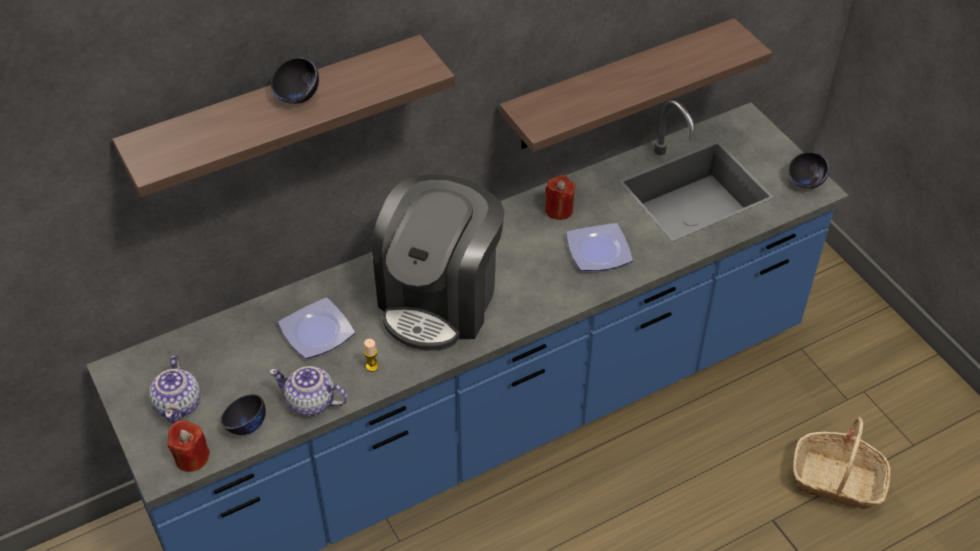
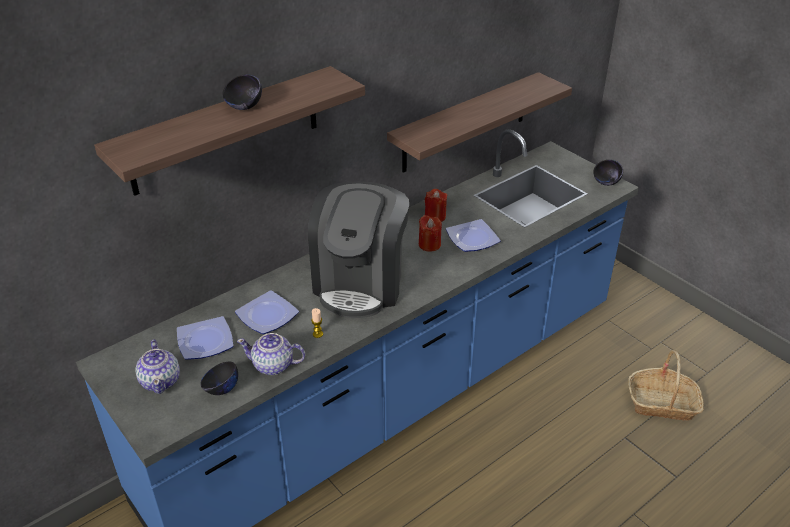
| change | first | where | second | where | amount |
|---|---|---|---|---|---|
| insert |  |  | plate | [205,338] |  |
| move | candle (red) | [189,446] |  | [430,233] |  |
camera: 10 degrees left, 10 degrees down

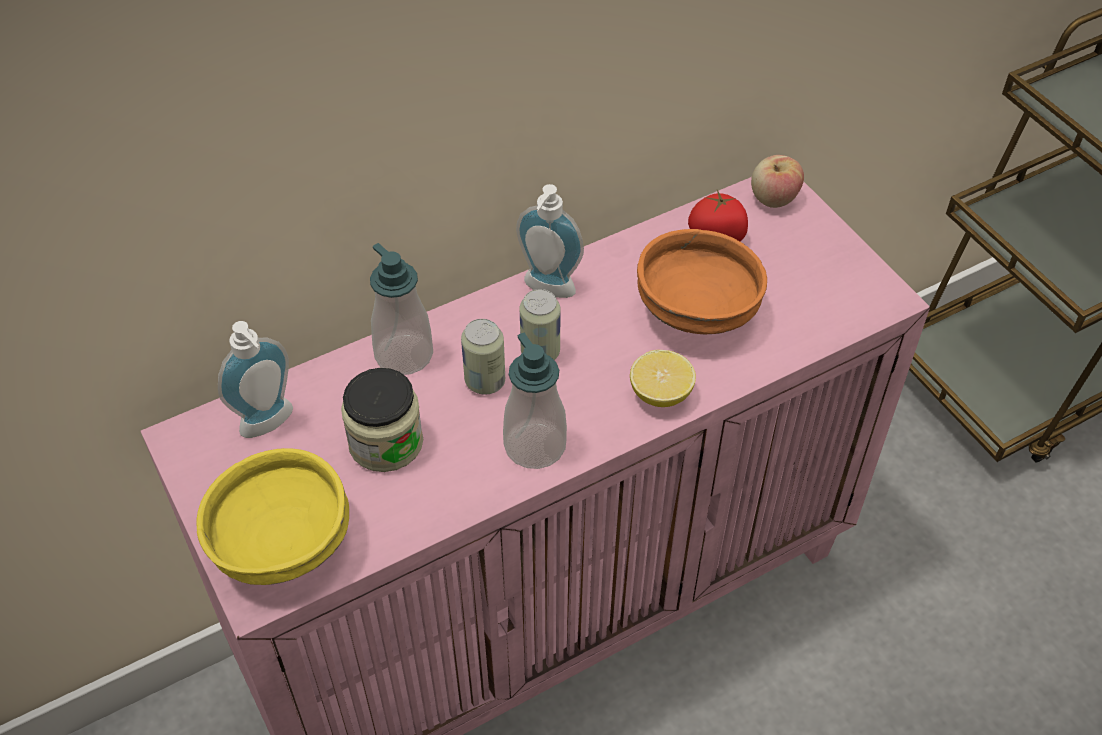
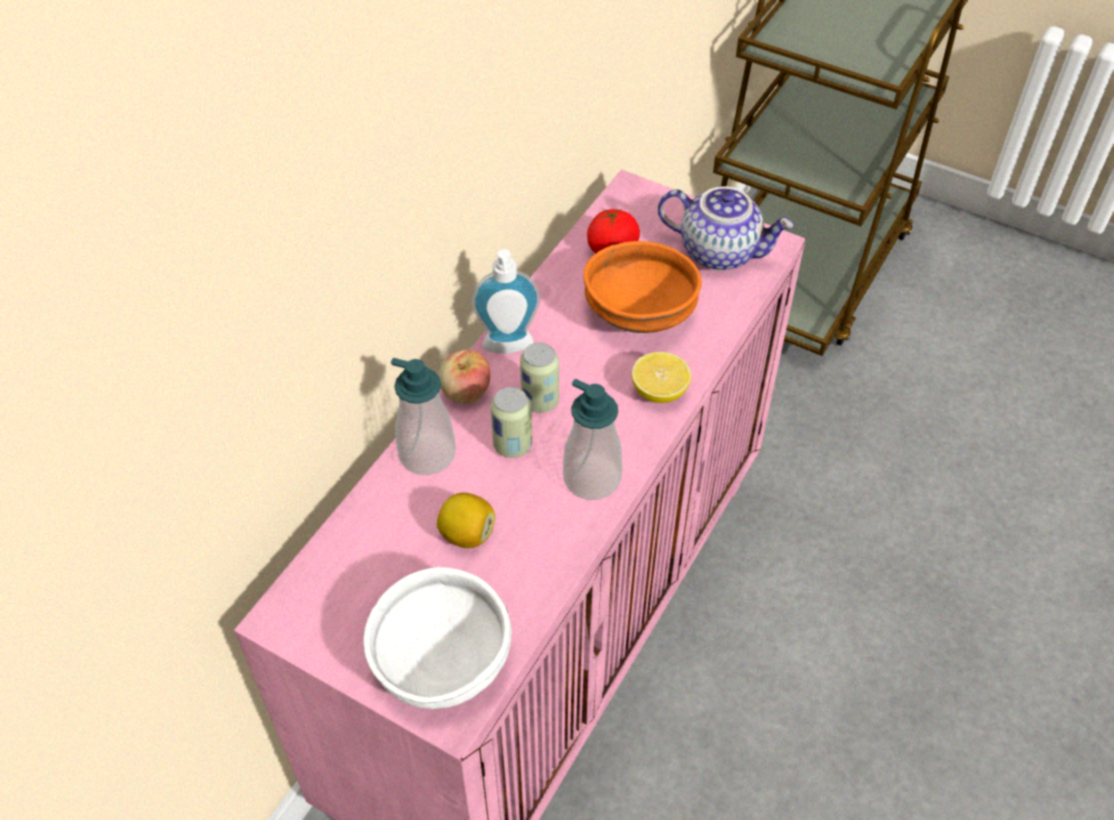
| change | first | where | second | where | amount |
|---|---|---|---|---|---|
| recolor | bowl (yellow) | [272,516] | bowl (white) | [437,638] |  |
| replace | jar | [382,420] | lemon | [466,520] |  |
| move | apple | [777,181] |  | [464,376] |  |
| insert |  |  | teapot | [726,228] |  |
| delete | soap dispenser | [255,379] |  |  |  |
camera: 30 degrees left, 0 degrees up

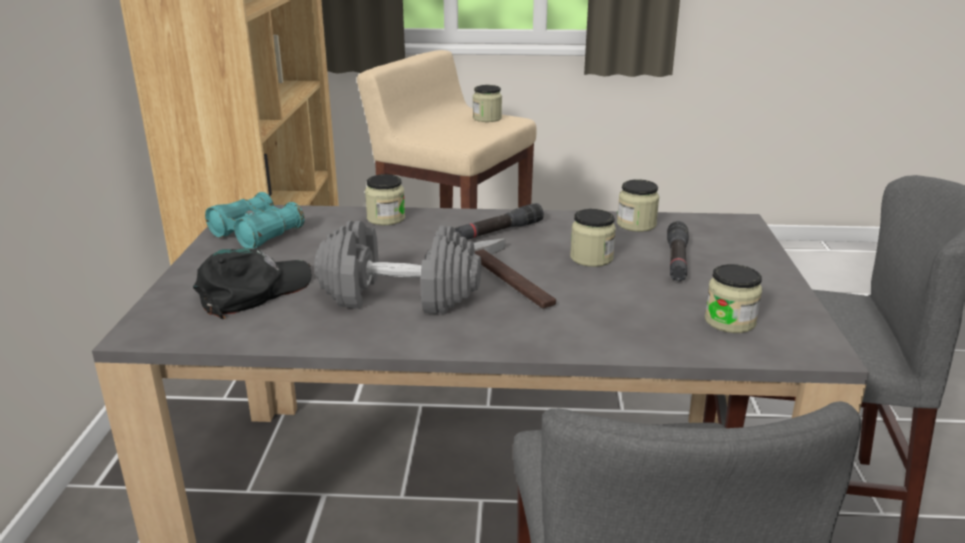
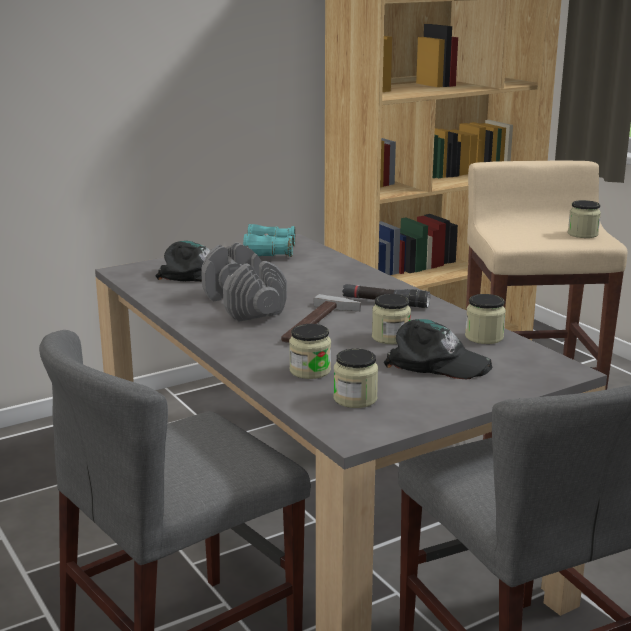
| change | first | where | second | where | amount |
|---|---|---|---|---|---|
| move | jar | [385,199] |  | [310,351] |  |
| replace | flashlight (black) | [678,251] | cap (black) | [438,349] |  |
camera: 55 degrees right, 5 degrees down

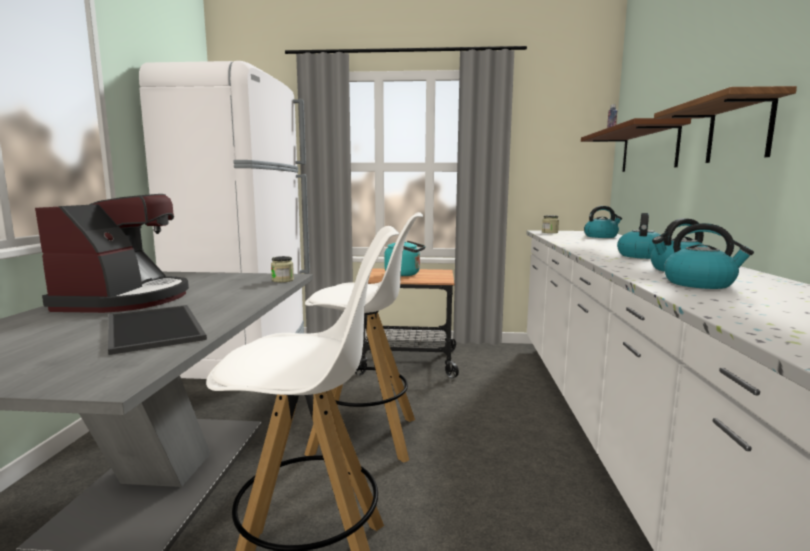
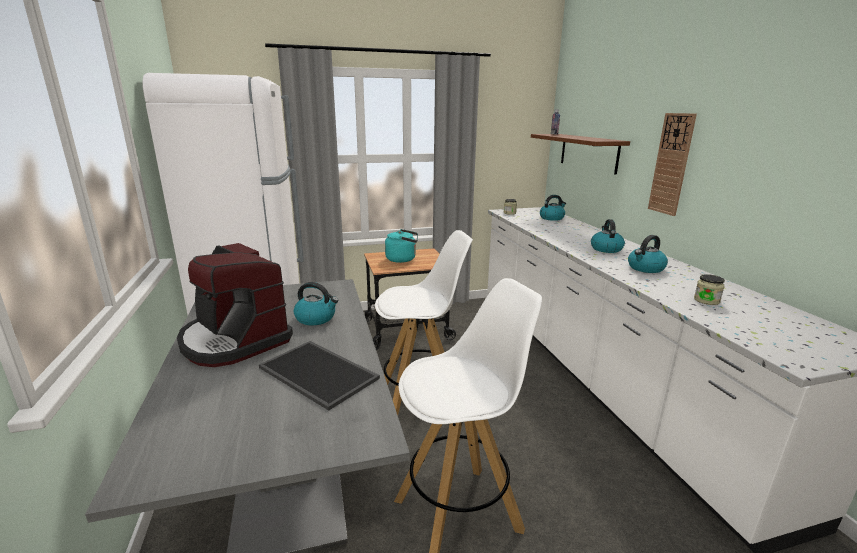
| change | first | where | second | where | amount |
|---|---|---|---|---|---|
| rotate | coffee machine | [112,253] |  | [235,305] | 150 degrees clockwise |
| move | kettle | [709,256] |  | [316,304] |  |
| replace | shelf | [725,124] | wall clock | [672,164] |  |
| move | jar | [282,269] |  | [709,289] |  |
camera: 20 degrees left, 10 degrees up

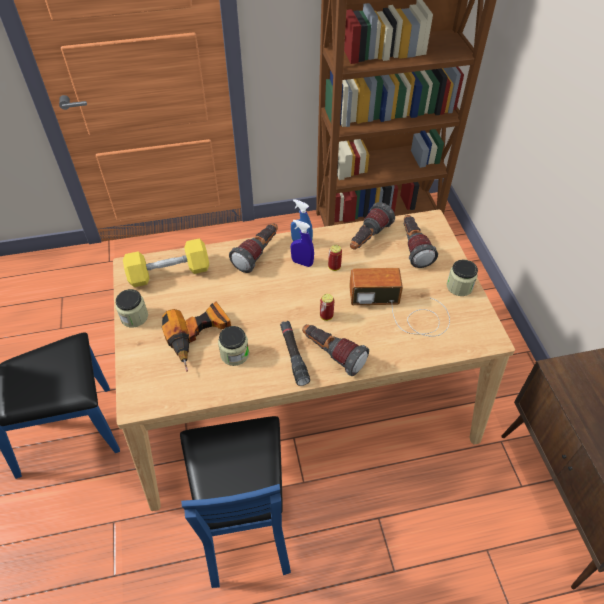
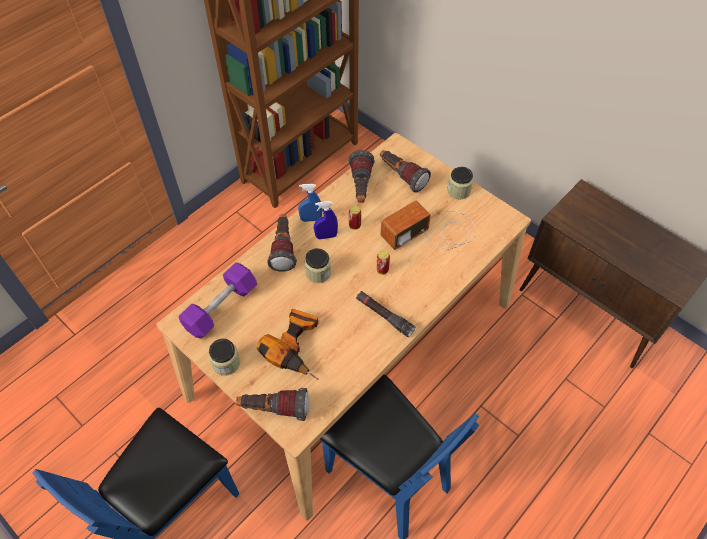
| change | first | where | second | where | amount |
|---|---|---|---|---|---|
| recolor | dumbbell (yellow) | [166,262] | dumbbell (purple) | [218,300] |  |
| move | flashlight | [335,350] |  | [272,404] |  |
| move | jar | [233,346] |  | [317,265] |  |
camera: 35 degrees left, 5 degrees up

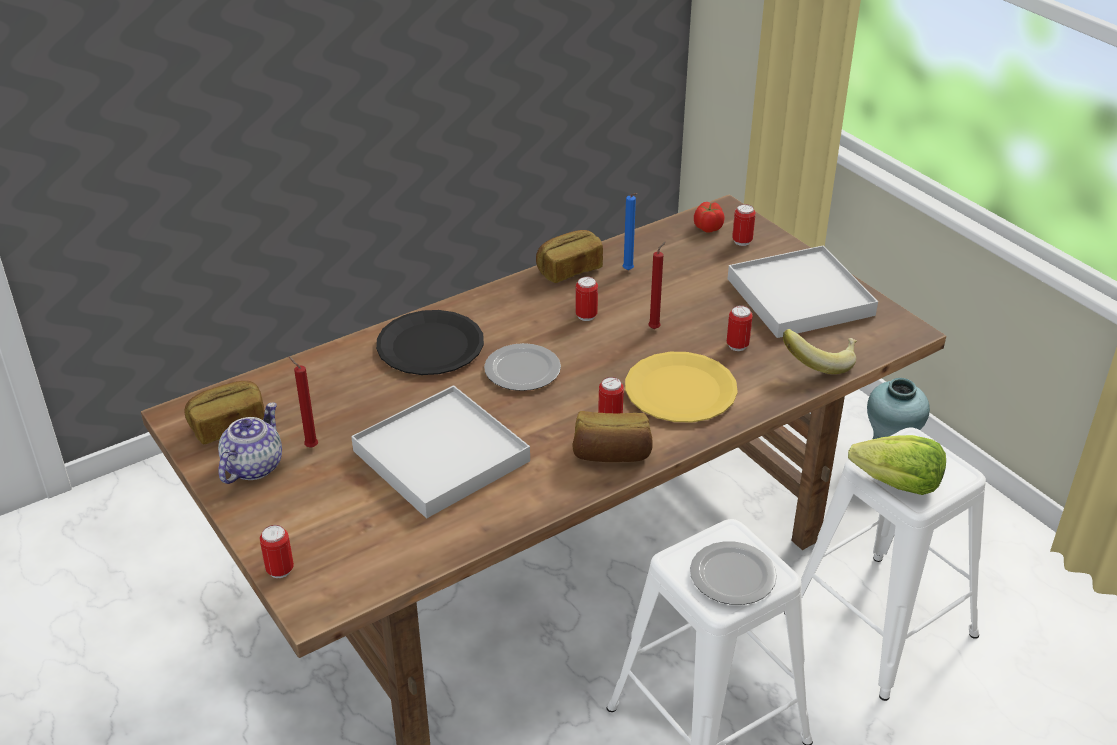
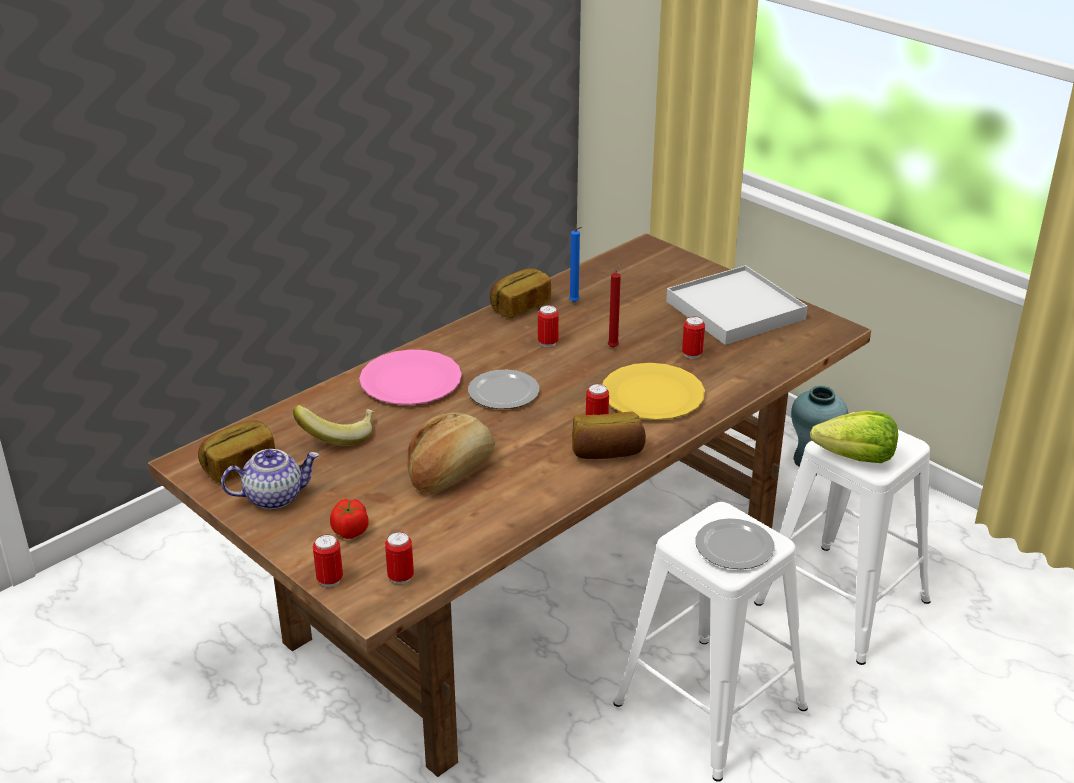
| change | first | where | second | where | amount |
|---|---|---|---|---|---|
| rotate | teapot | [250,443] |  | [270,479] | 60 degrees clockwise |
| move | banana | [820,351] |  | [333,425] |  |
| move | tomato | [709,217] |  | [349,519] |  |
| recolor | plate (black) | [430,342] | plate (pink) | [410,377] |  |
| move | can | [743,225] |  | [399,558] |  |
| replace | tray (white) | [440,451] | bread | [451,452] |  |
| delete | candle (red) | [303,401] |  |  |  |
camera: 10 degrees left, 5 degrees down

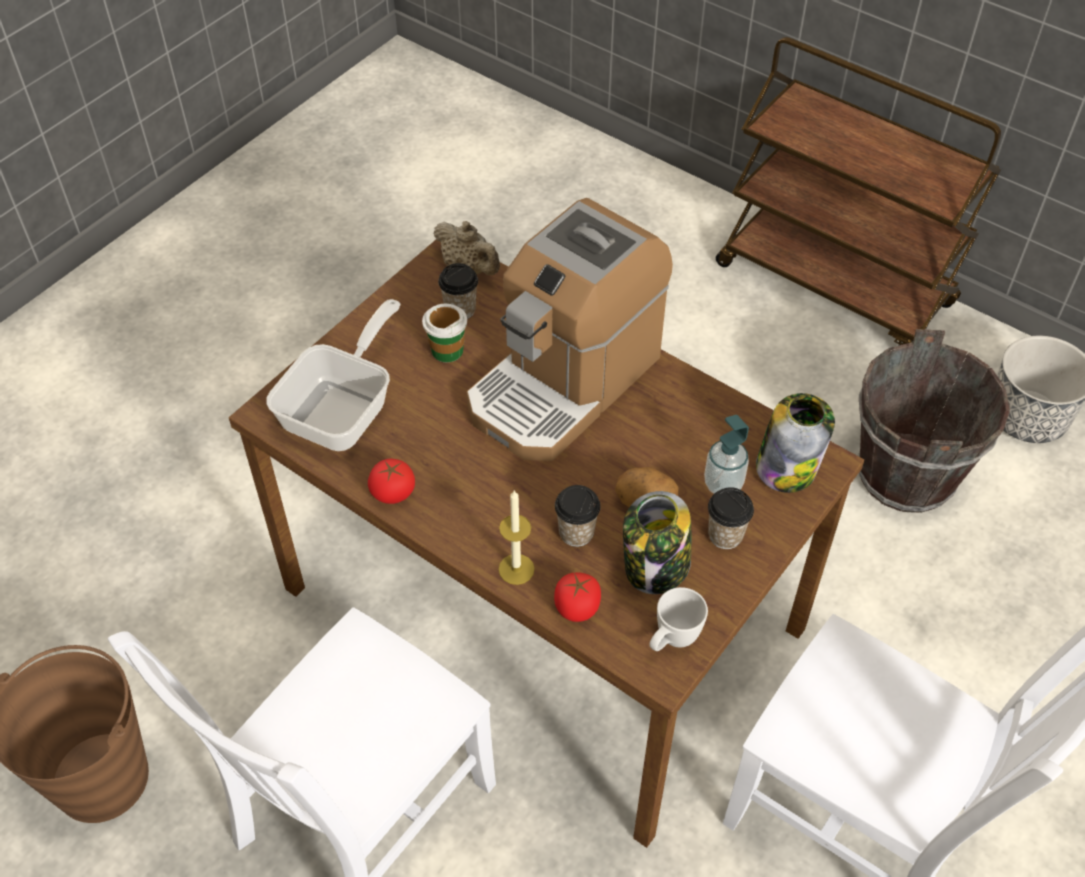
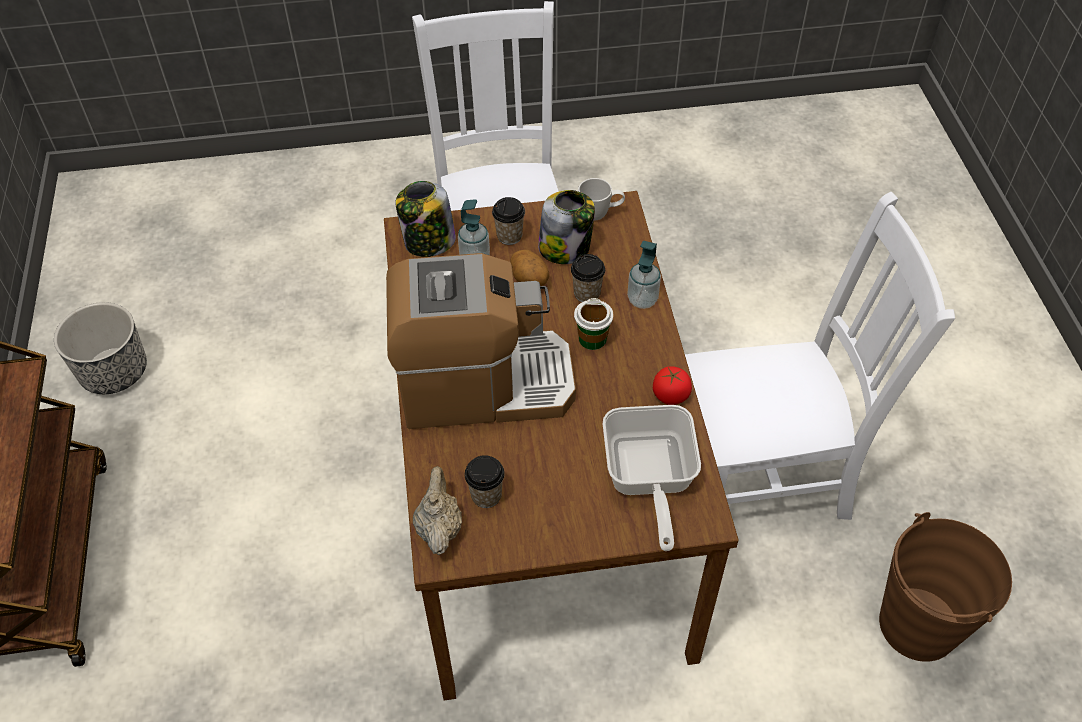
| change | first | where | second | where | amount |
|---|---|---|---|---|---|
| move | cup | [444,333] |  | [593,324] |  |
| rotate | frying pan | [333,375] |  | [652,478] | 75 degrees counterclockwise |
| replace | candle | [516,537] | soap dispenser | [644,275] |  |
| delete | tomato | [577,597] |  |  |  |
| delete | bucket (brown) | [934,421] |  |  |  |
camera: 135 degrees left, 0 degrees up

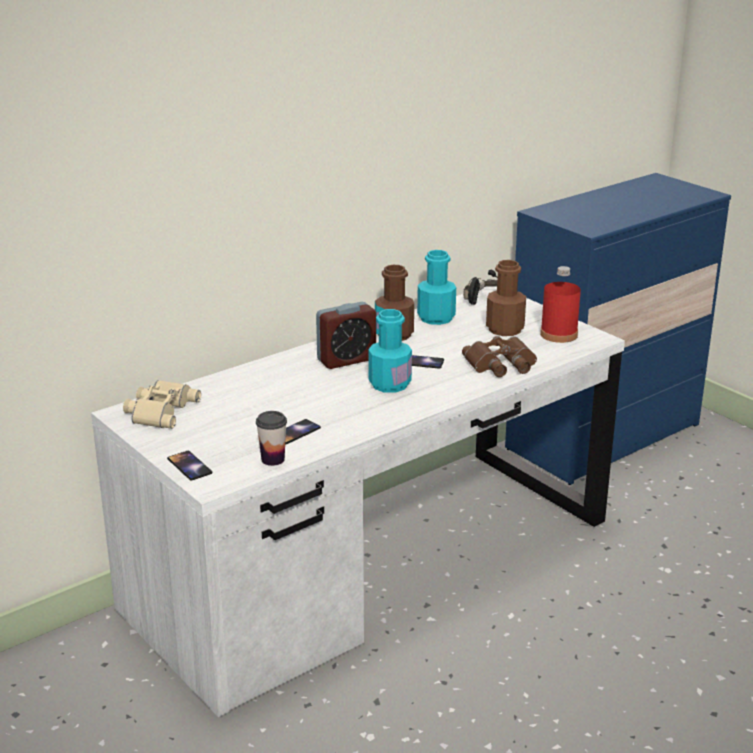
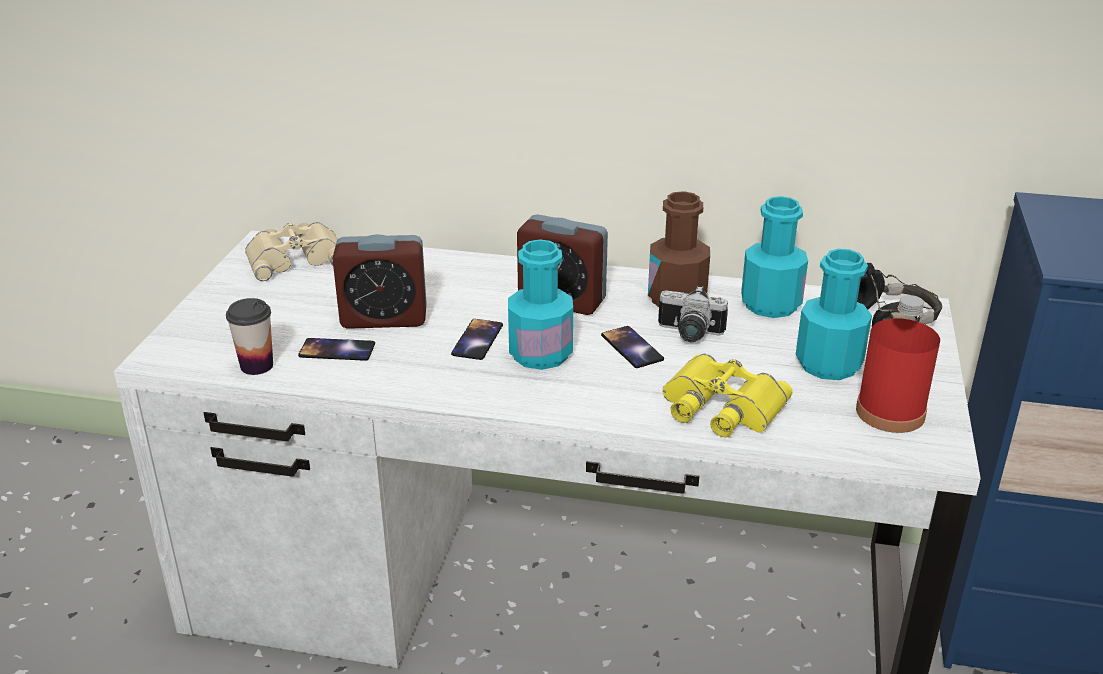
| change | first | where | second | where | amount |
|---|---|---|---|---|---|
| insert |  |  | alarm clock | [379,281] |  |
| move | phone | [190,466] |  | [477,339] |  |
| insert |  |  | photo camera | [693,314] |  |
| recolor | binoculars (brown) | [499,356] | binoculars (yellow) | [727,395] |  |
| recolor | bottle (brown) | [506,298] | bottle (turquoise) | [834,314] |  |
camera: 50 degrees right, 5 degrees up

